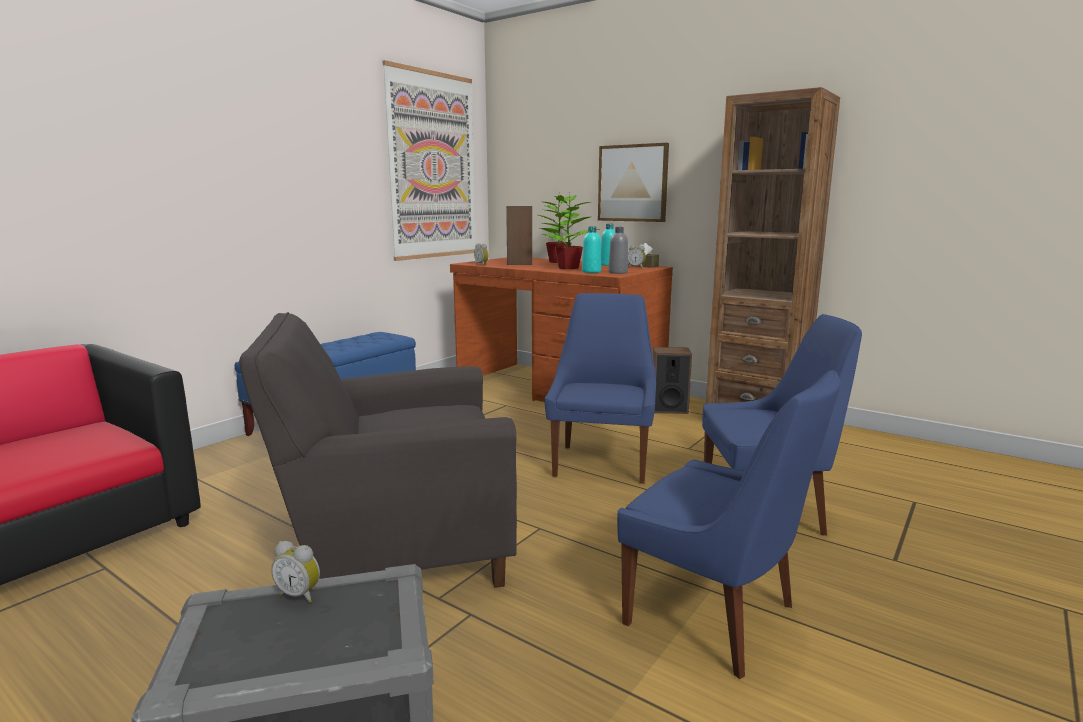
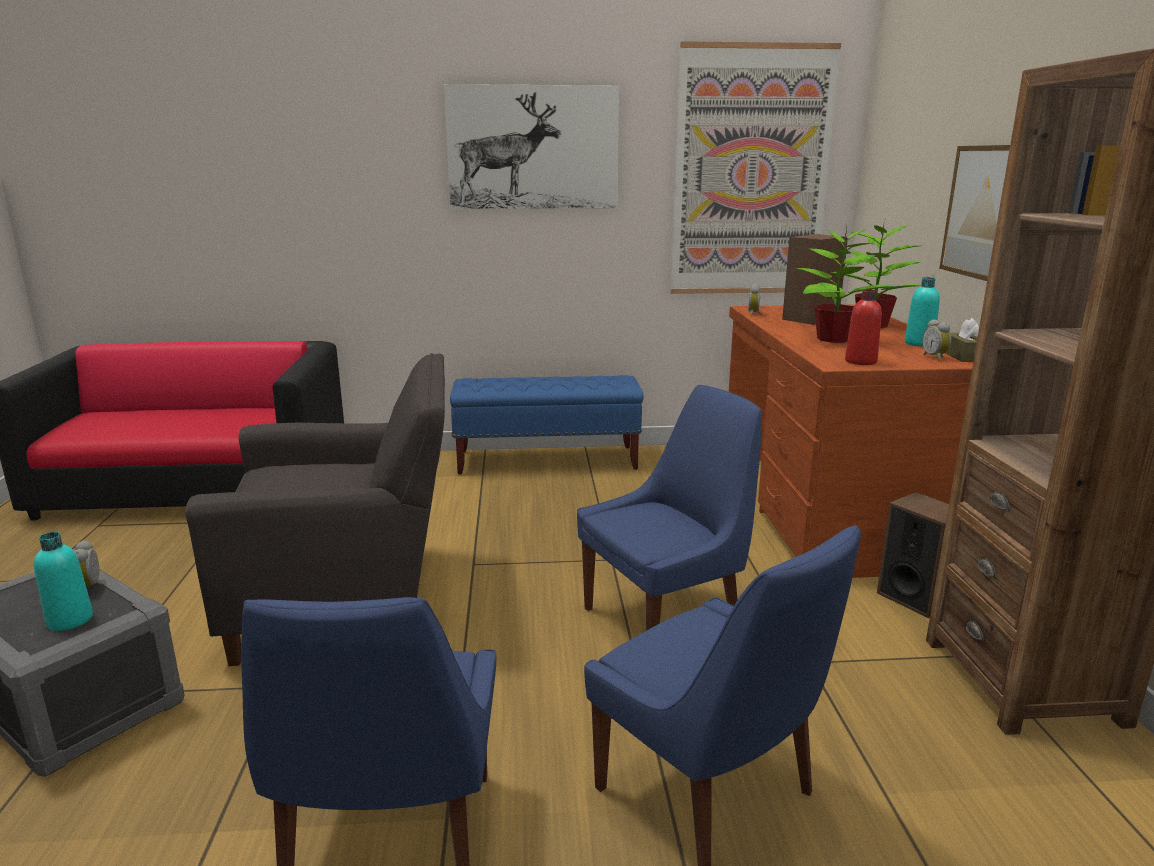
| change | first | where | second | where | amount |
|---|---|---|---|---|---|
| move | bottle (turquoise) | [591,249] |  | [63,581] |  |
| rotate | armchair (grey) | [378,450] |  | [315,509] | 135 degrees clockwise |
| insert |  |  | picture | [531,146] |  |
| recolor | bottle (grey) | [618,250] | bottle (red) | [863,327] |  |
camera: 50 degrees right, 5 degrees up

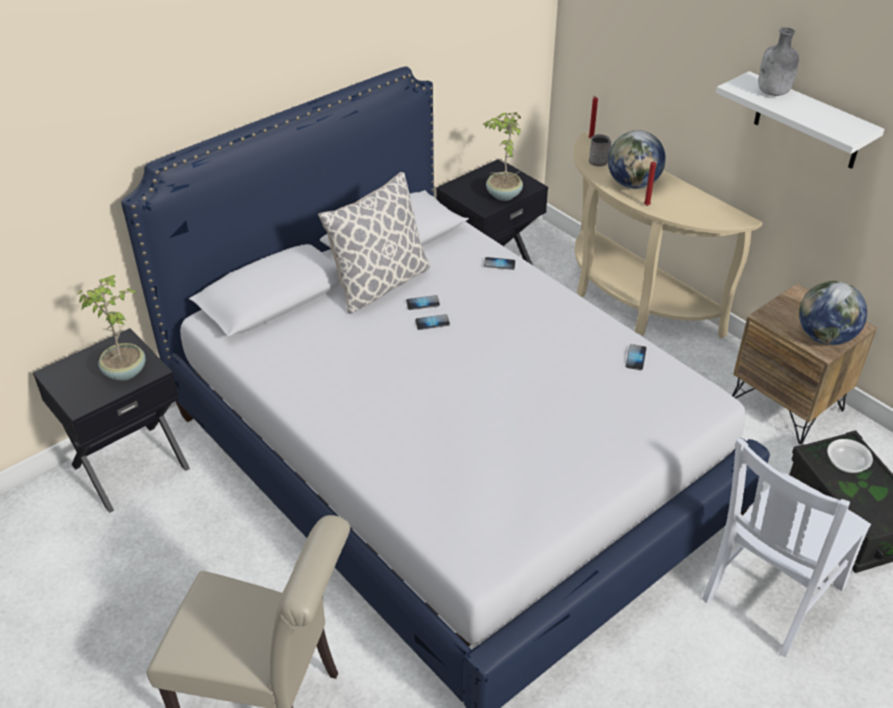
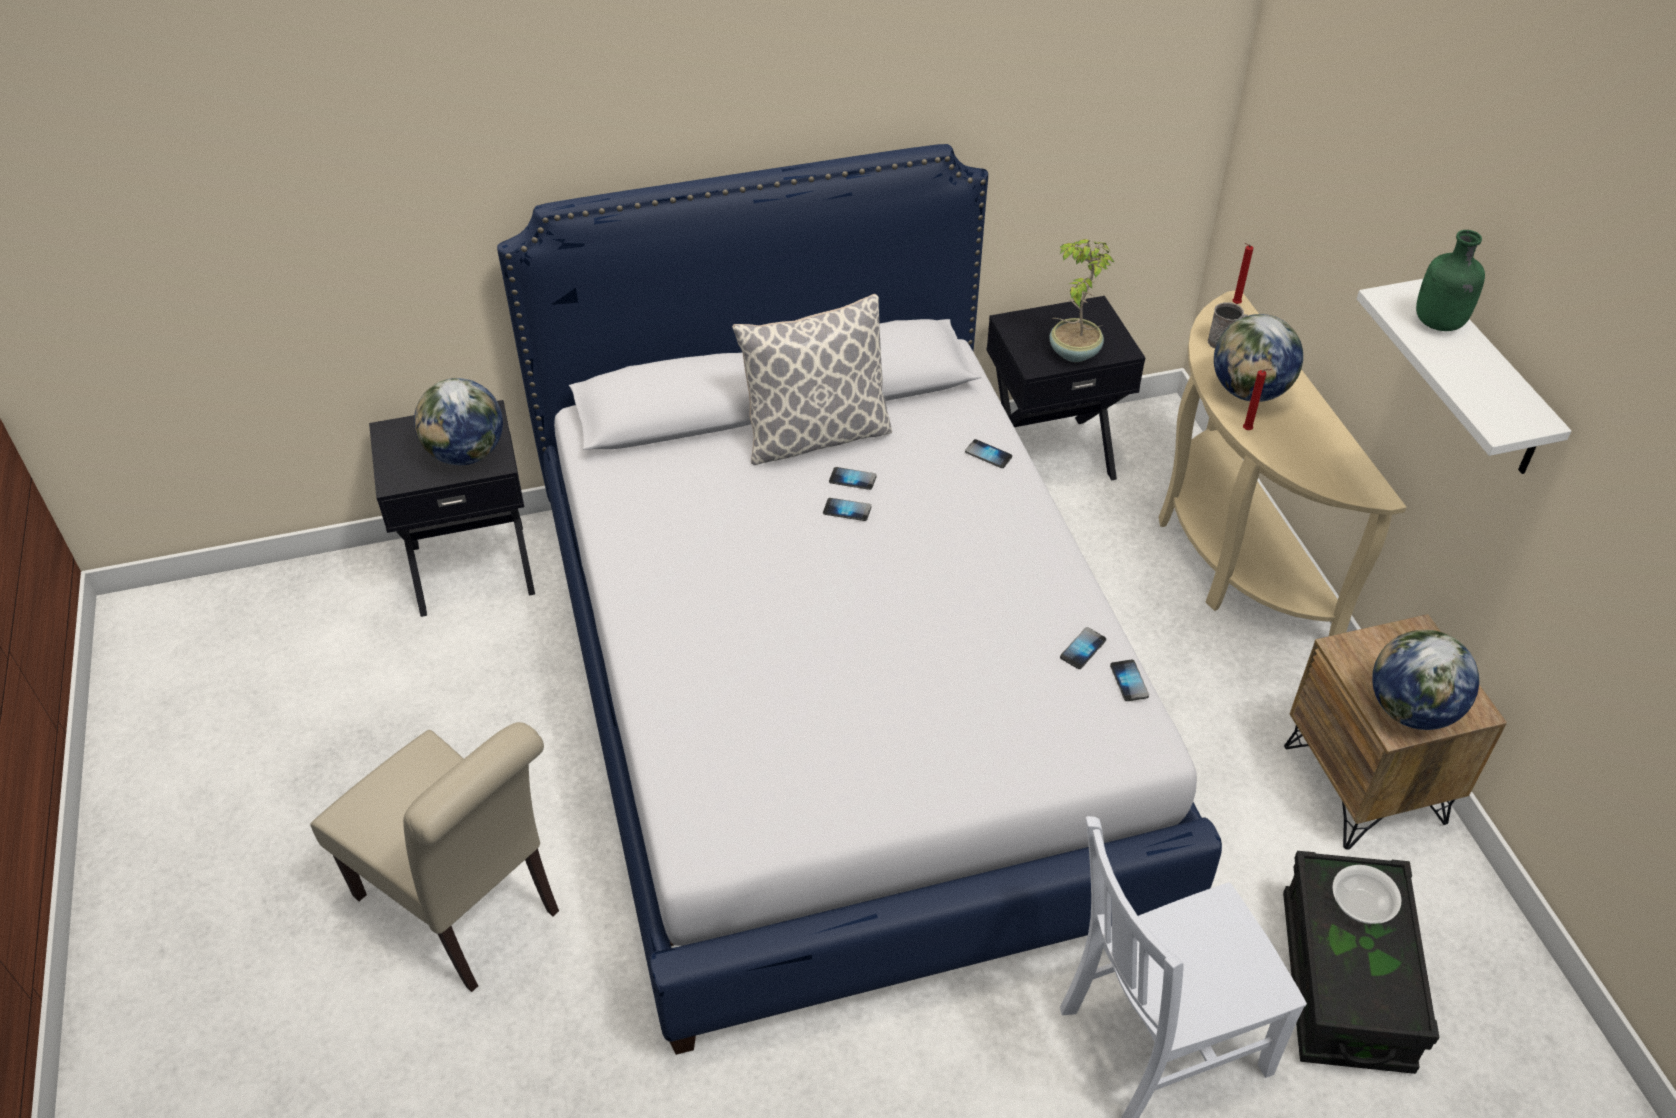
| change | first | where | second | where | amount |
|---|---|---|---|---|---|
| replace | potted plant | [111,328] | globe | [458,421] |  |
| insert |  |  | phone | [1129,680] |  |
| recolor | bottle (grey) | [778,61] | bottle (green) | [1450,280] |  |
camera: 25 degrees right, 5 degrees up

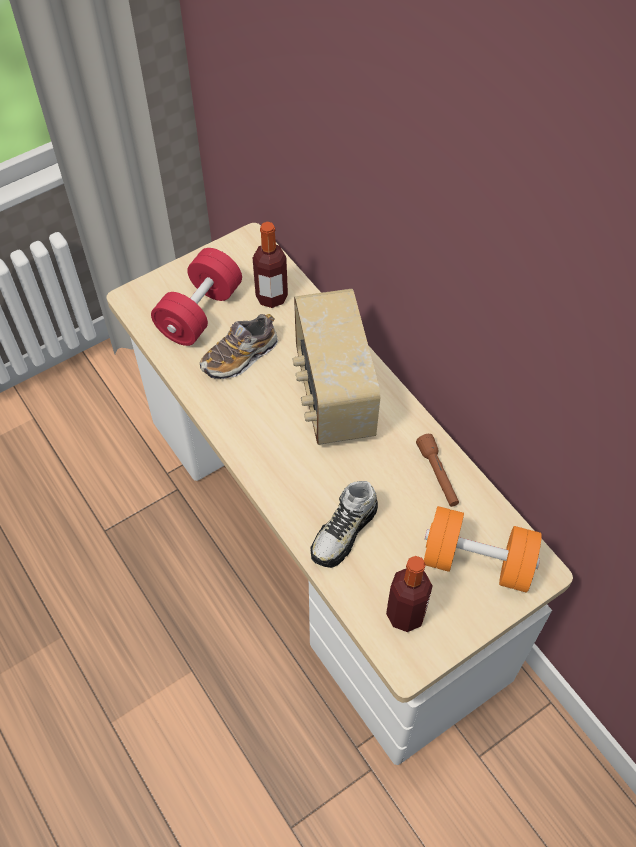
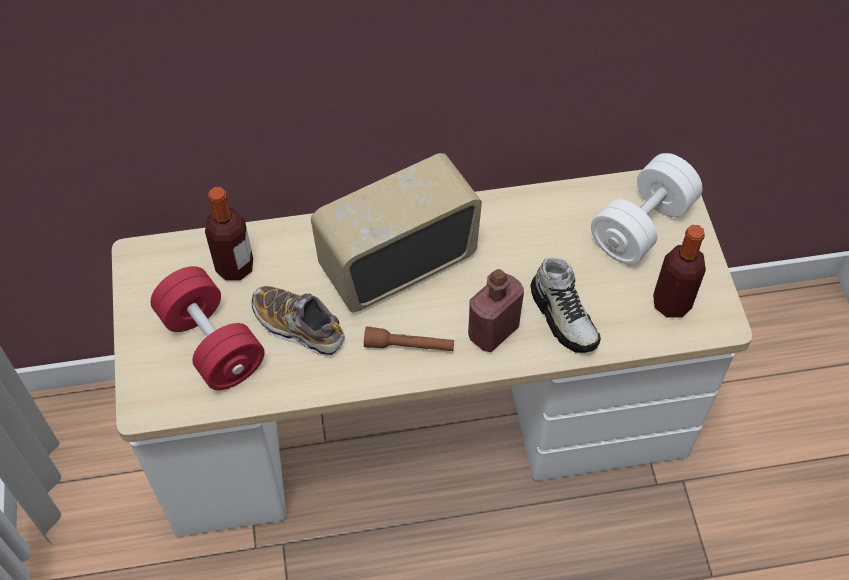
| change | first | where | second | where | amount |
|---|---|---|---|---|---|
| rotate | shoe | [239,346] |  | [298,321] | 135 degrees clockwise |
| rotate | radio | [336,367] |  | [396,233] | 135 degrees clockwise |
| move | flashlight (brown) | [437,470] |  | [409,338] |  |
| insert |  |  | bottle (red) | [496,310] |  |
| recolor | dumbbell (orange) | [483,549] | dumbbell (white) | [646,208] |  |
camera: 65 degrees left, 0 degrees up

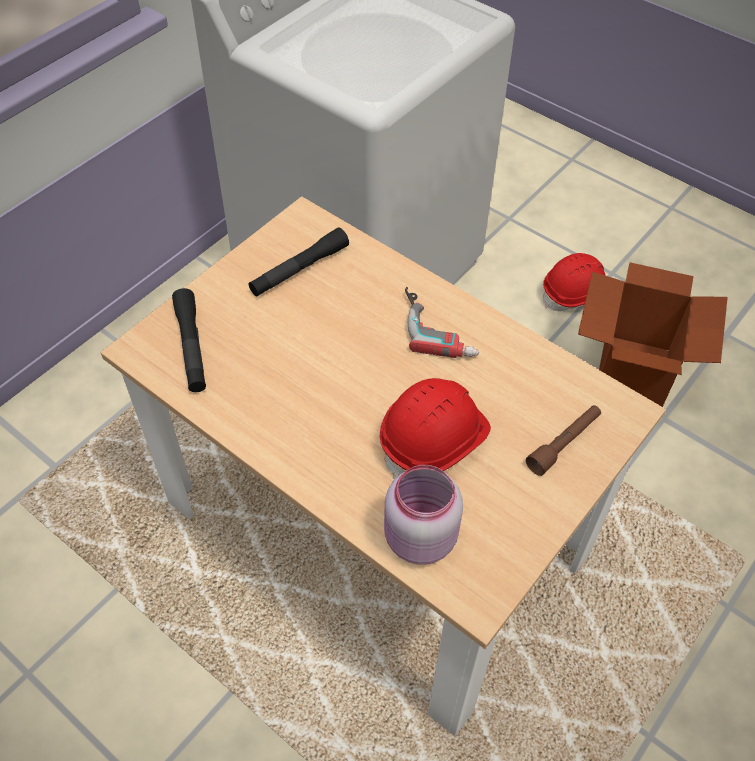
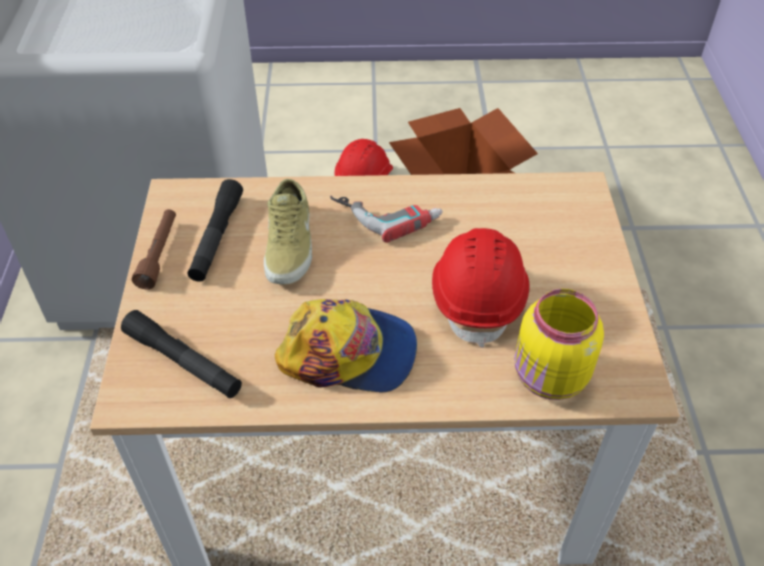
| change | first | where | second | where | amount |
|---|---|---|---|---|---|
| move | flashlight (brown) | [563,440] |  | [154,249] |  |
| insert |  |  | shoe (beige) | [288,232] |  |
| insert |  |  | cap | [346,346] |  |
| recolor | jar (pink) | [423,515] | jar (yellow) | [559,344] |  |
camera: 40 degrees left, 5 degrees down

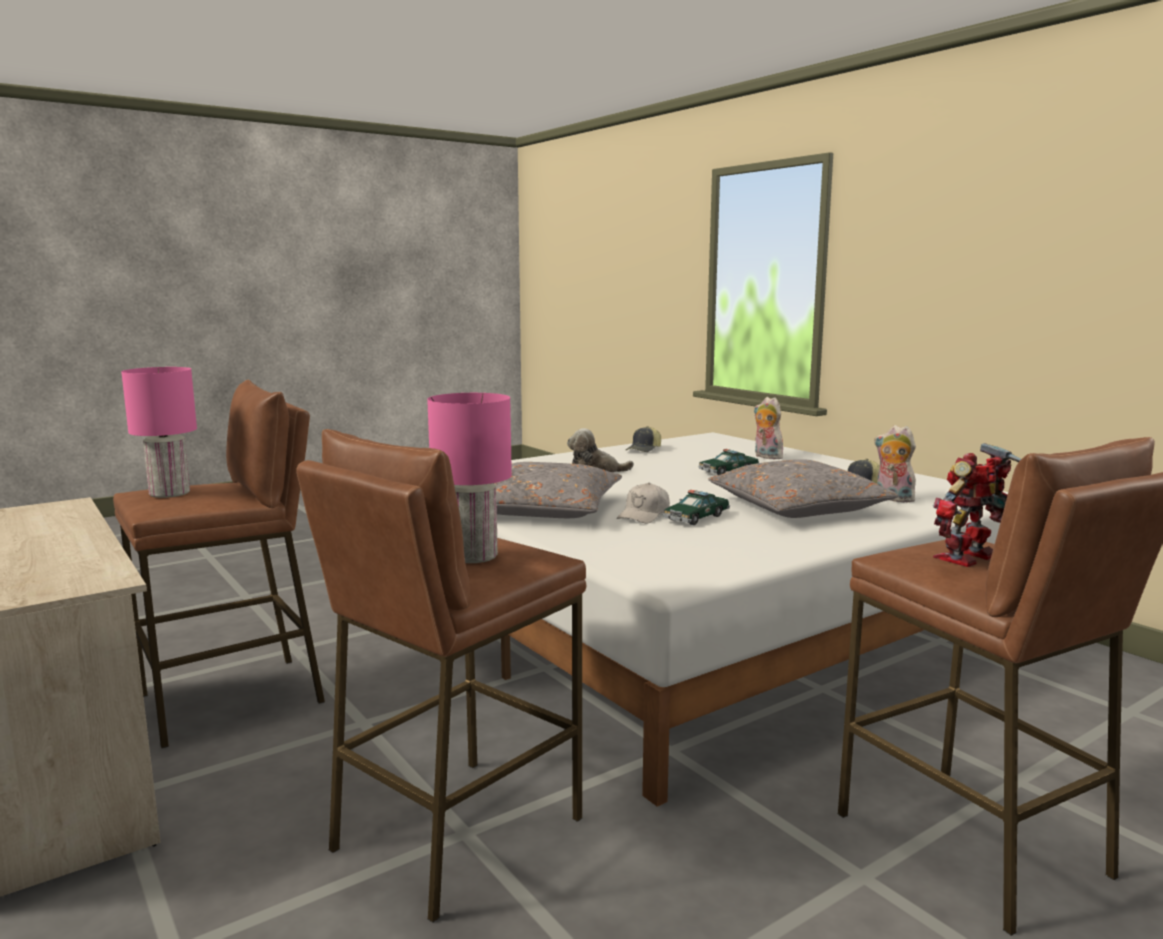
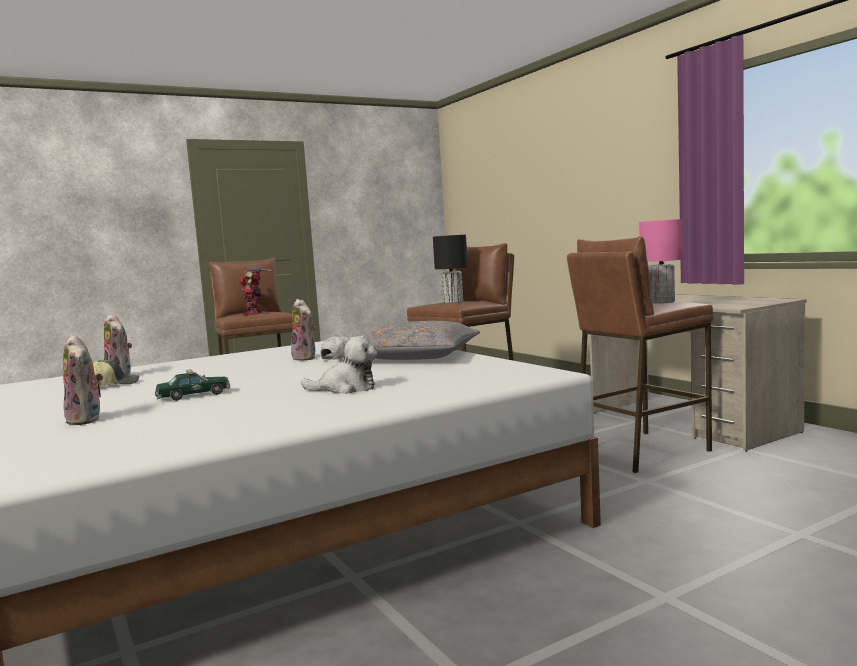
| change | first | where | second | where | amount |
|---|---|---|---|---|---|
| rotate | toy robot | [977,505] |  | [256,291] | 120 degrees clockwise |
| replace | toy car | [696,507] | plush toy | [303,330] |  |
| recolor | table lamp (pink) | [469,478] | table lamp (black) | [450,269] |  |
| delete | cap | [643,439] |  |  |  |
| delete | pillow (grey) | [803,488] |  |  |  |
camera: 175 degrees left, 5 degrees down

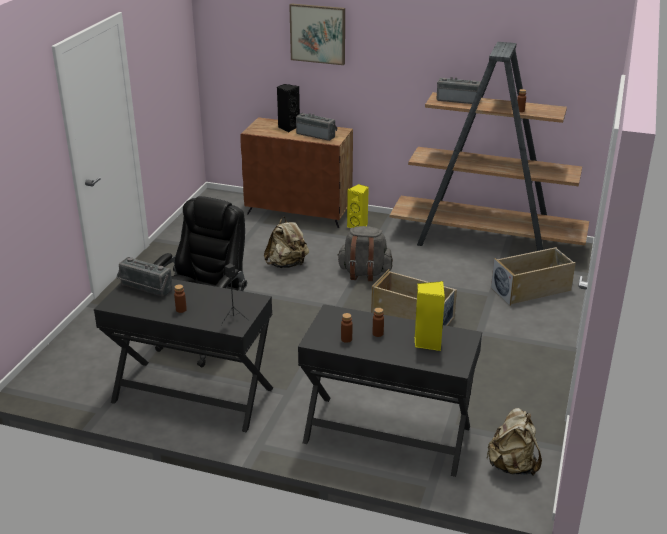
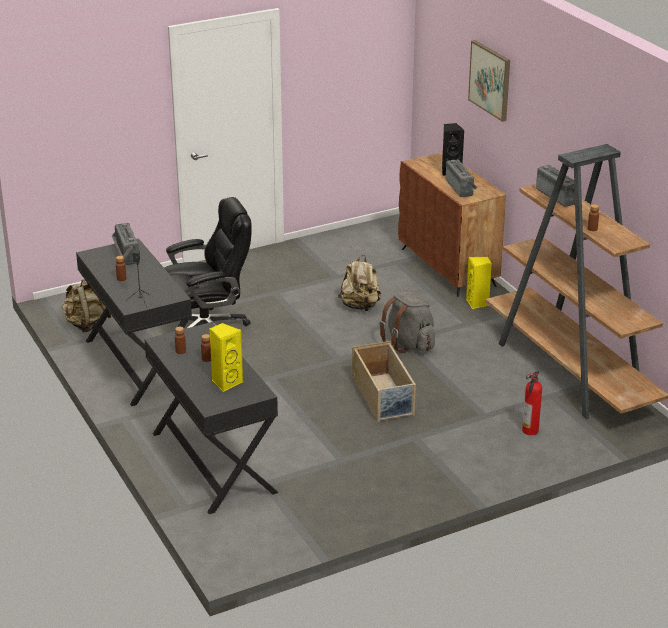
| change | first | where | second | where | amount |
|---|---|---|---|---|---|
| move | backpack (beige) | [514,441] |  | [86,306] |  |
| replace | storage box (beige) | [533,276] | fire extinguisher | [532,403] |  |
camera: 45 degrees right, 0 degrees up

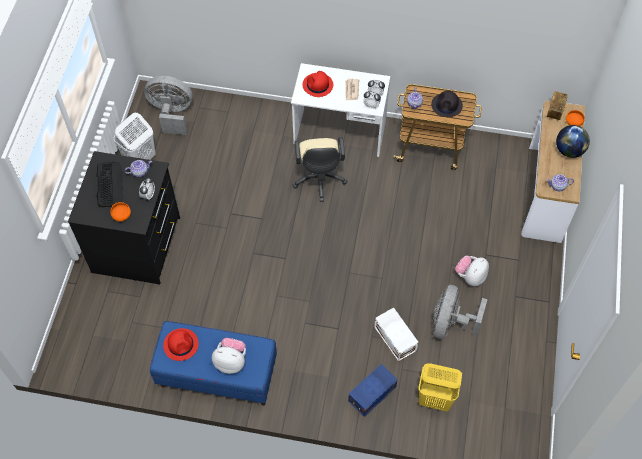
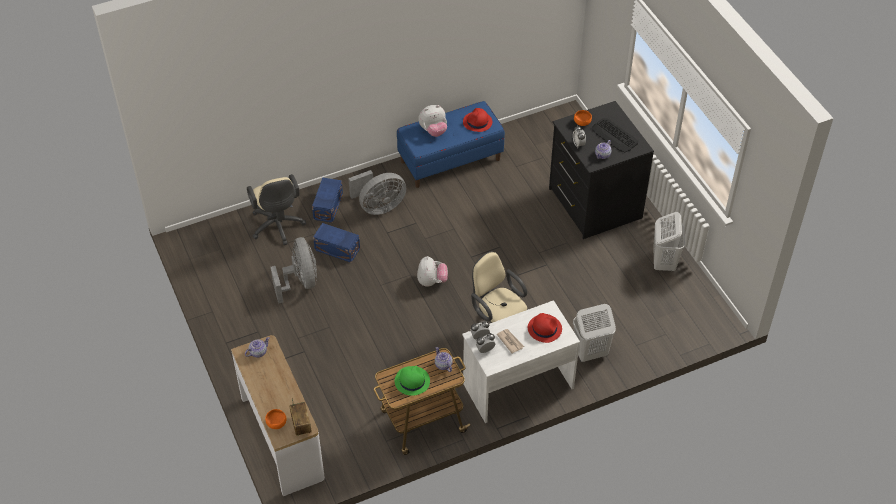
| change | first | where | second | where | amount |
|---|---|---|---|---|---|
| replace | laundry basket (yellow) | [440,387] | office chair (beige) | [276,209] |  |
| recolor | storage box (white) | [396,335] | storage box (blue) | [336,243] |  |
| move | fan (grey) | [168,105] |  | [377,192] |  |
| recolor | hat (black) | [447,104] | hat (green) | [412,381] |  |
| move | plush toy | [472,271] |  | [432,271] |  |
| insert |  |  | laundry basket (white) | [594,333] |  |
| delete | globe | [573,141] |  |  |  |
camera: 145 degrees right, 10 degrees down

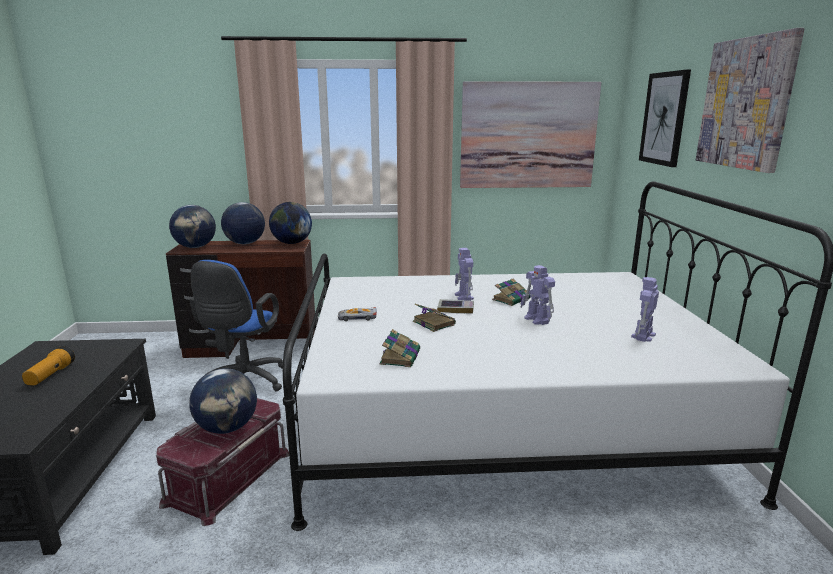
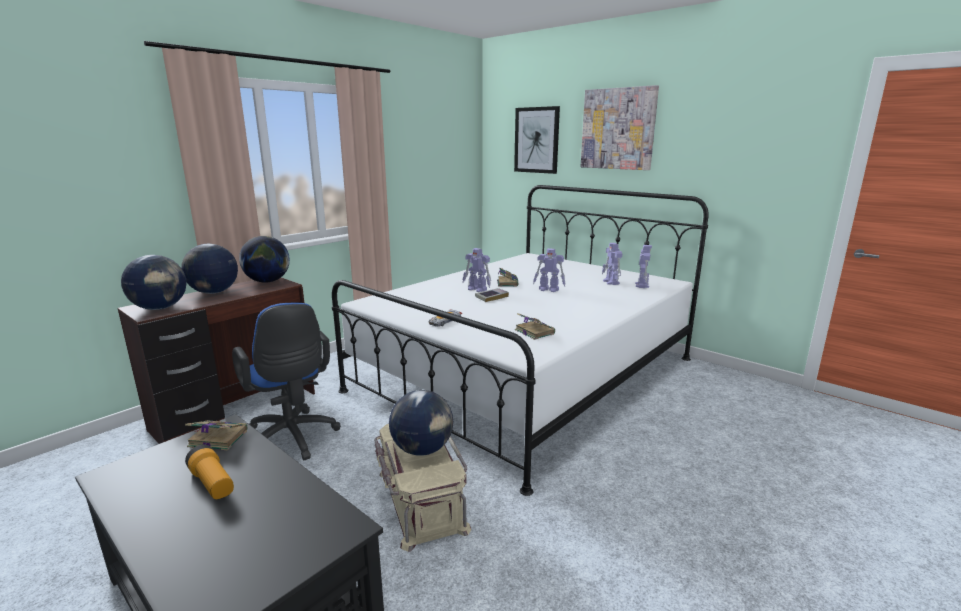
| change | first | where | second | where | amount |
|---|---|---|---|---|---|
| move | book | [434,318] |  | [216,435] |  |
| recolor | storage box (red) | [222,462] | storage box (beige) | [422,488] |  |
| insert |  |  | toy robot | [643,266] |  |
| delete | picture | [530,134] |  |  |  |
camera: 45 degrees left, 0 degrees up

